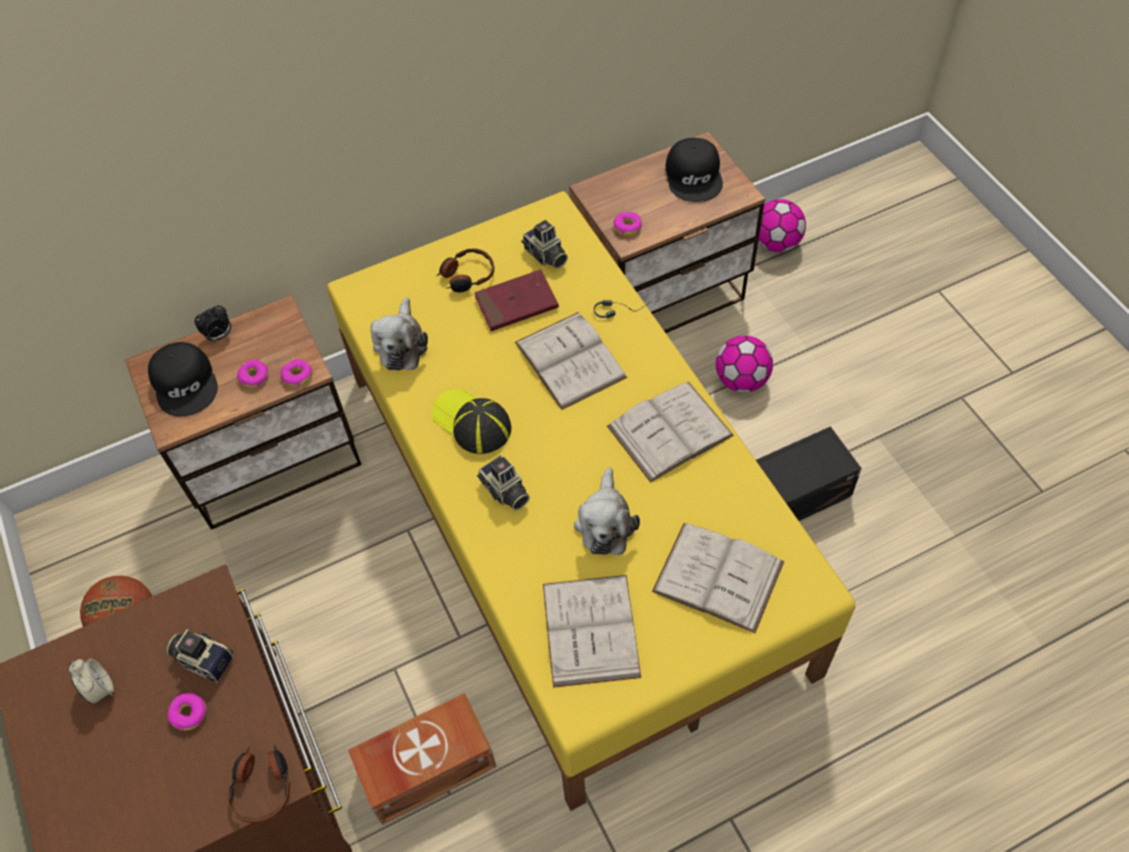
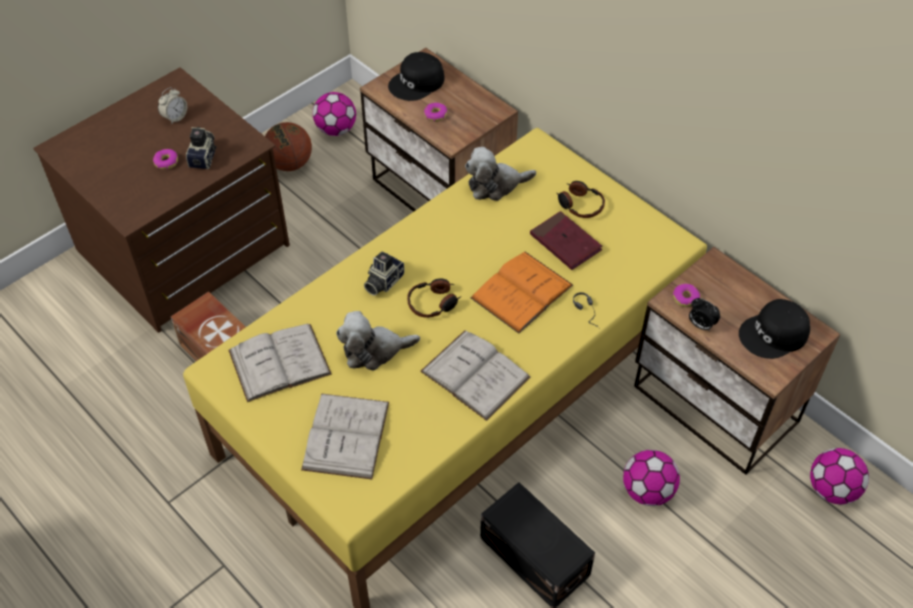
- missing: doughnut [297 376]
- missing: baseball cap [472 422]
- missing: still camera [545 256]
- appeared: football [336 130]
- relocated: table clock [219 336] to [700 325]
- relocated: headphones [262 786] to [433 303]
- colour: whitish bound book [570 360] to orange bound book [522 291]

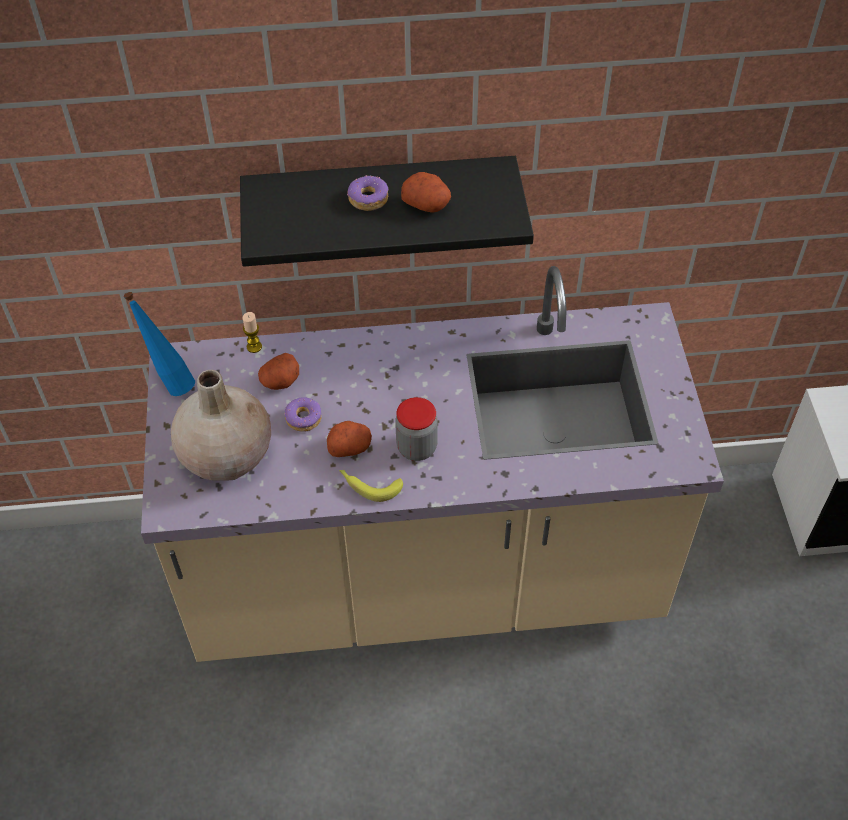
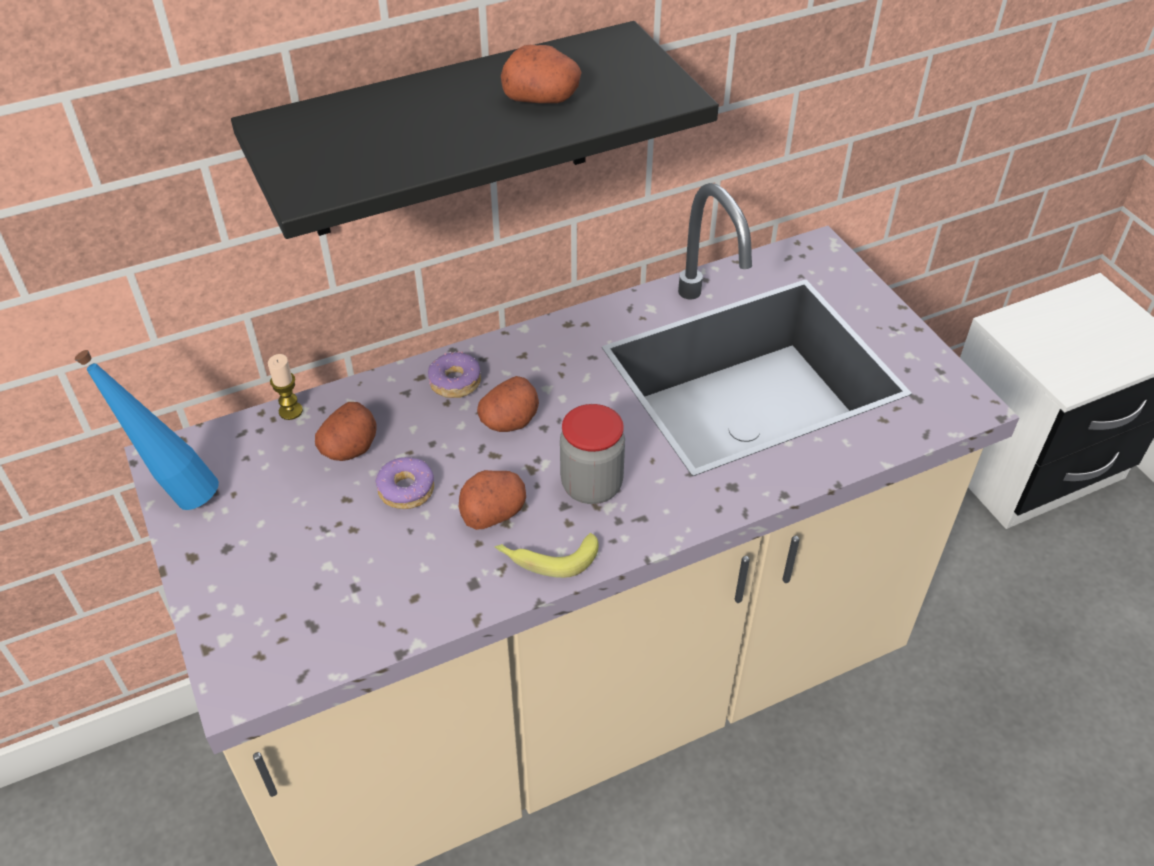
- missing: sand-coloured flower vase [226 454]
- appeared: whole potato [509 420]
- relocated: doughnut [368 199] to [454 382]

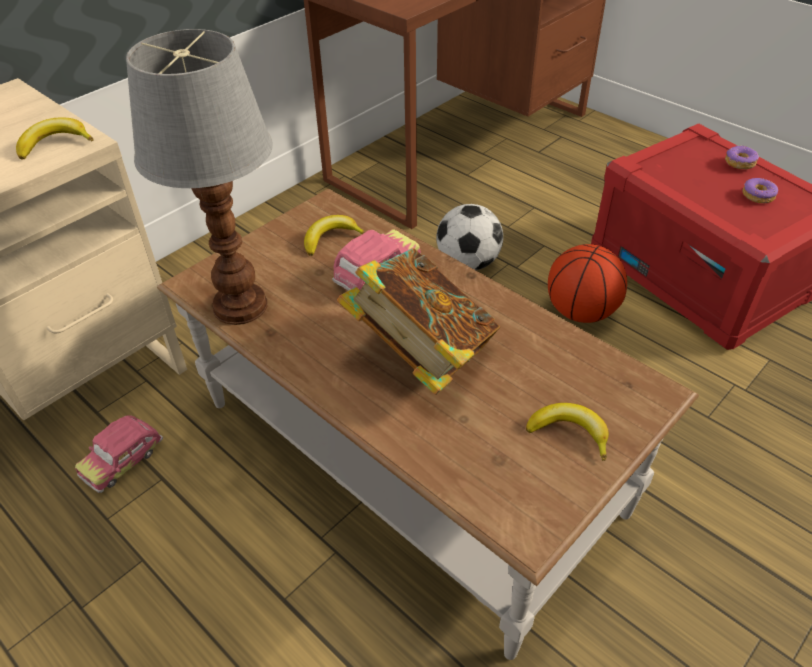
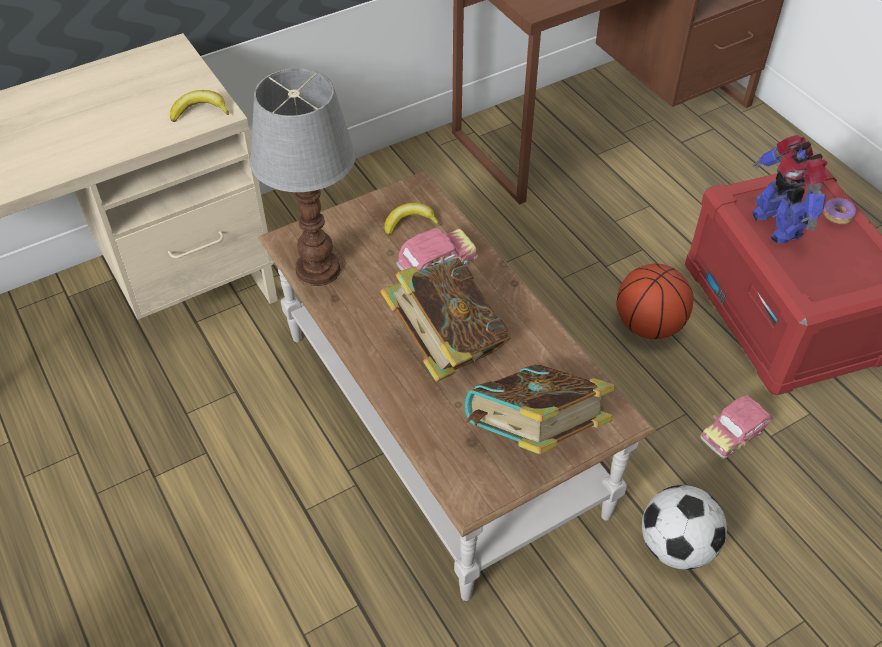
- missing: doughnut [758 196]
- appeared: model robot [777 224]
- relocated: miniature car [123 461] to [734 433]
- relocated: football [468 263] to [676 546]
- exchanged: whole banana [569 433] to bound book [534 435]

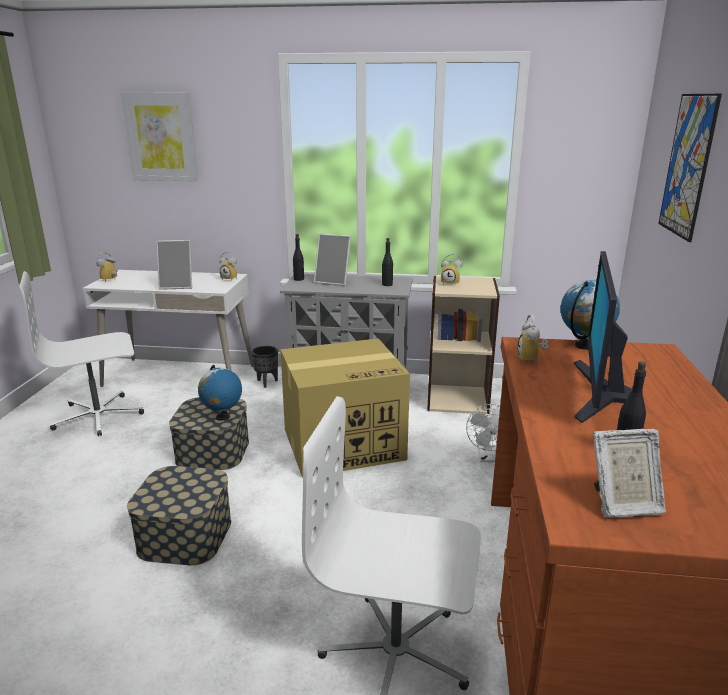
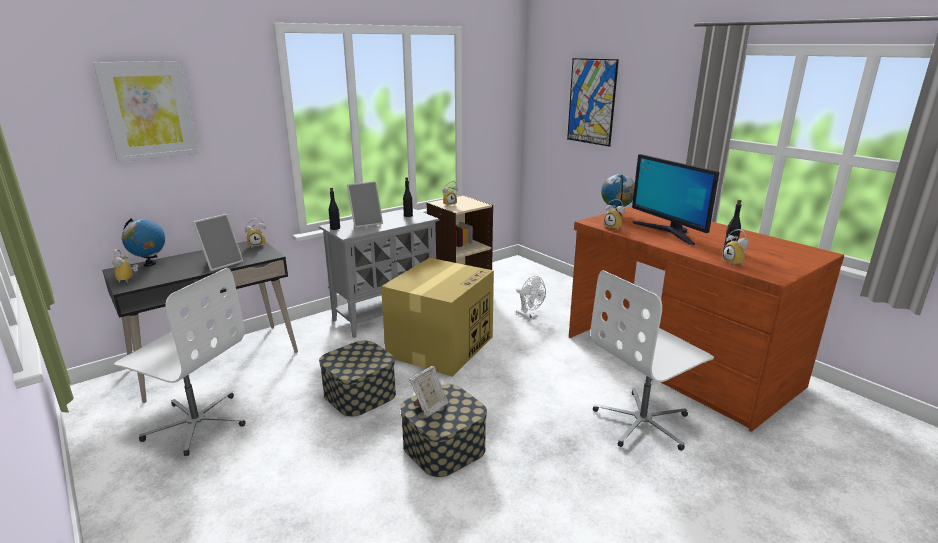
- missing: black flower pot [267 382]
- appeared: table clock [735 263]
- relocated: world globe [222 417] to [149 264]
- relocated: photo frame [622 505] to [429 407]
- colour: whitish desk table [180 376] to black desk table [216 360]
- spun: whitish desk chair [98 416] = [197 423] 90 degrees counterclockwise

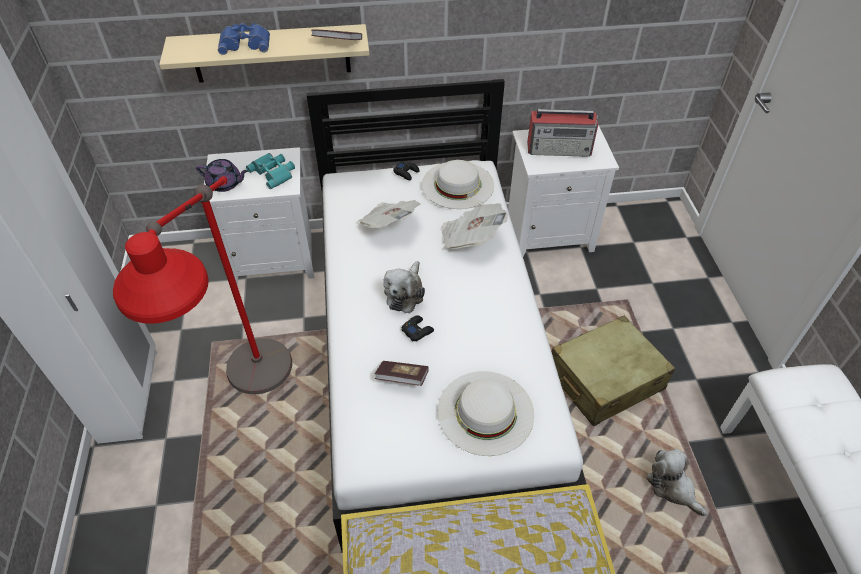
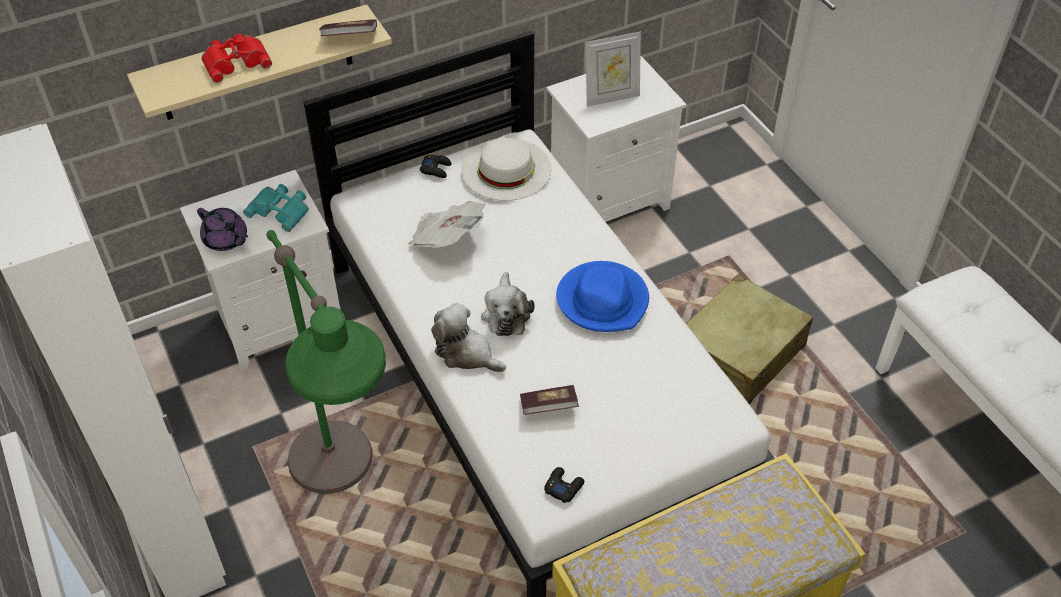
- missing: whitish hat [485 412]
- missing: printed paper [470 238]
- appeared: blue hat [603 300]
- relocated: black joypad [417 330] to [563 487]
- relocated: cuddly toy [672 487] to [466 353]
- exchanged: radio receiver [560 149] to photo frame [611 97]
- colour: red-coloured standard lamp [255 408] to green standard lamp [349 506]
- colour: blue pair of binoculars [245 43] to red-coloured pair of binoculars [236 61]
- spun: purple tea pot [225 184] = [226 240] 45 degrees clockwise

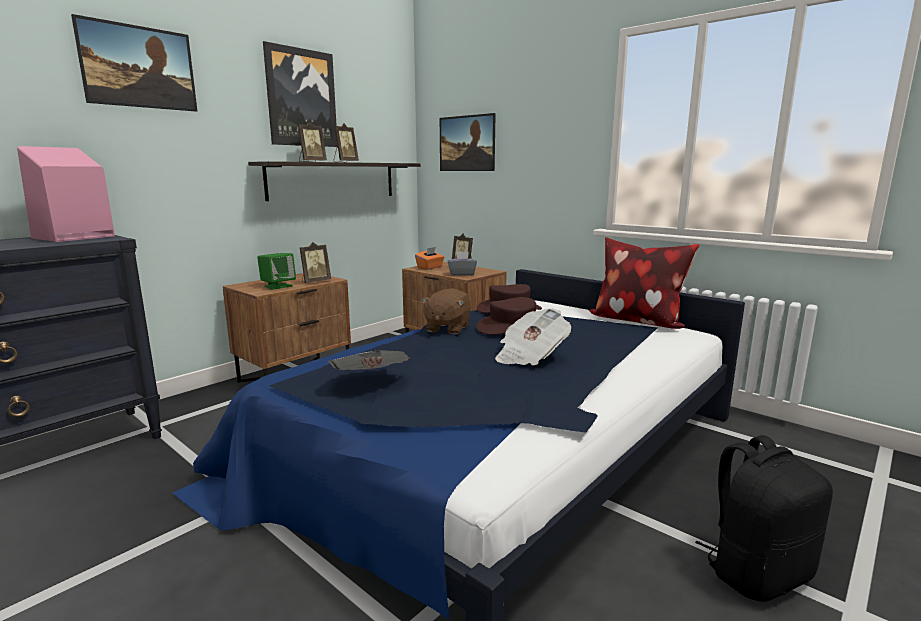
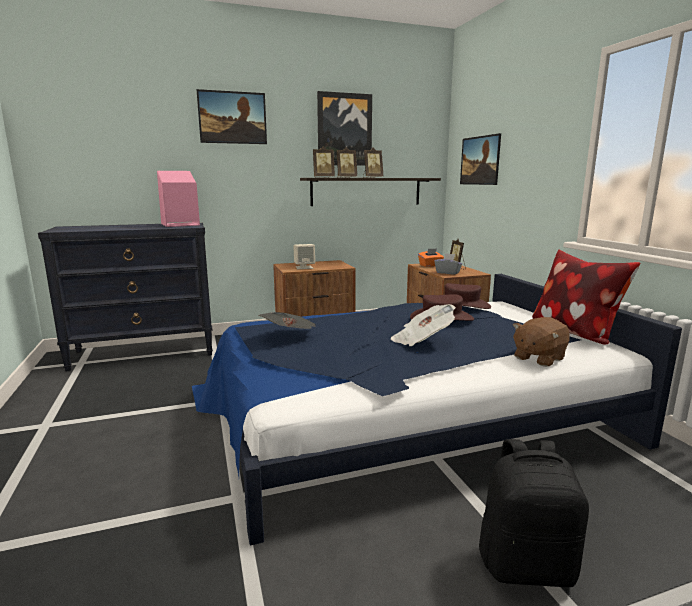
- relocated: photo frame [315 282] to [323 177]
- relocated: brownish cuddly toy [447 328] to [538 358]
- colour: green audio speaker [278 286] to sand-coloured audio speaker [304 267]

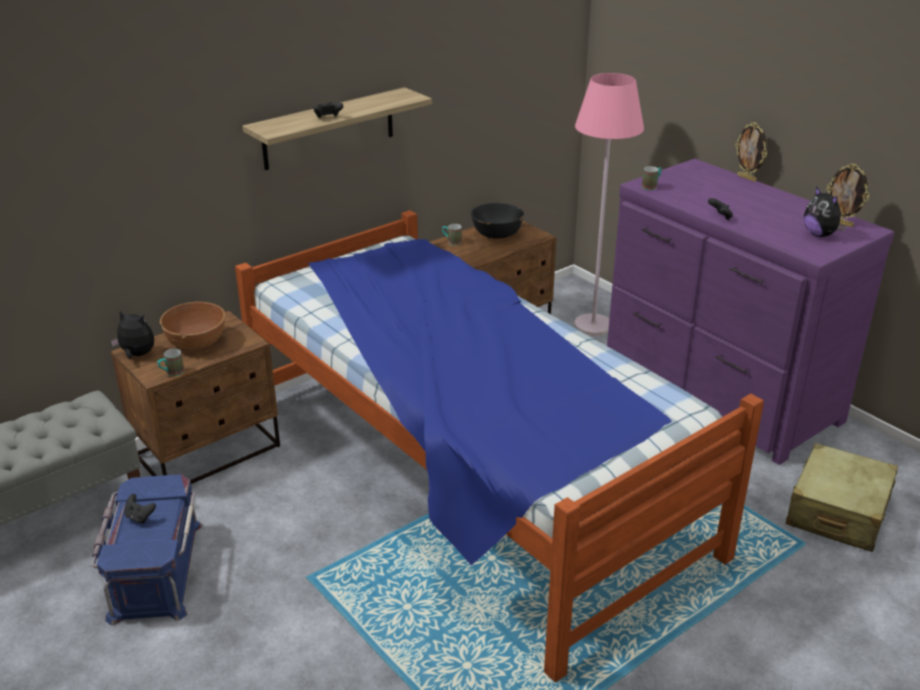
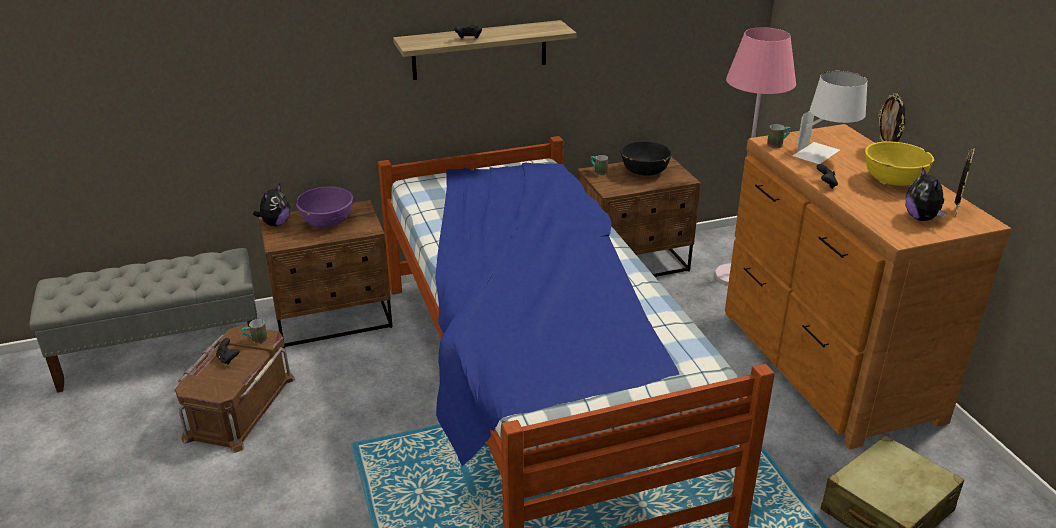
- appeared: whitish tabletop lamp [826 155]
- appeared: yellow-coloured deep dish [893 181]
- relocated: tea mug [171 373] to [256 340]
- colour: blue storage container [154 570] to brownish storage container [239 407]
- colour: brownish deep dish [196 342] to purple deep dish [327 222]
- colour: purple chest of drawers [718 393] to brownish chest of drawers [824 365]
- spun: cuddly toy [137 355] = [275 224] 75 degrees clockwise
- spun: photo frame [841 223] = [955 211] 120 degrees counterclockwise

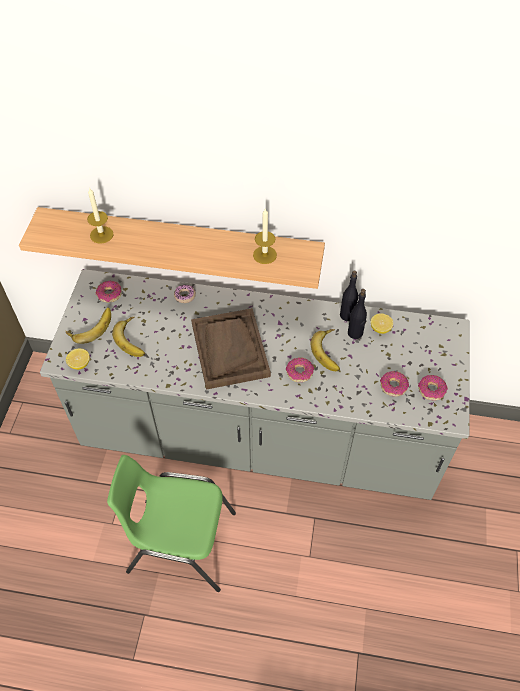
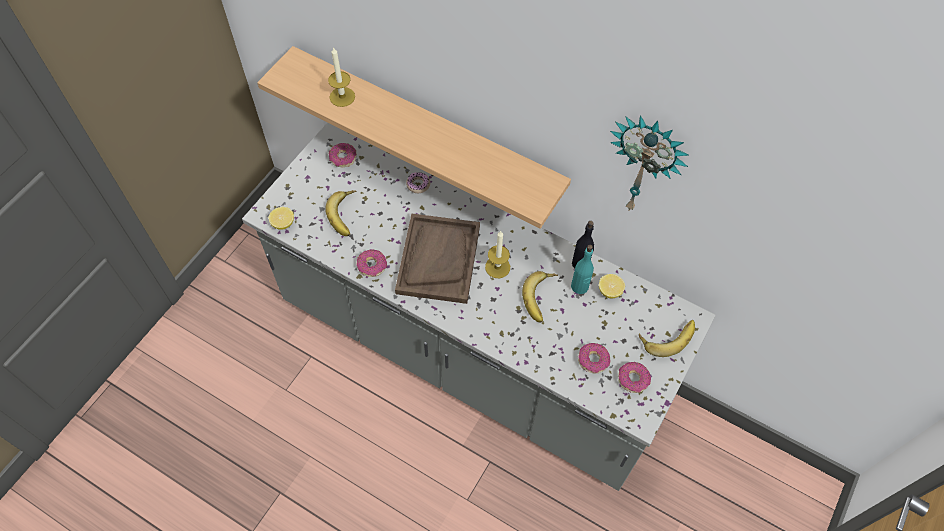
- missing: green upright chair [180 542]
- appeared: hanging clock [644 164]
- relocated: whole banana [91 326] to [667 336]
- relocated: wax candle [264 255] to [497 267]
- relocated: doughnut [299 372] to [372 266]
- colour: black beverage bottle [355 333] to turquoise-coloured beverage bottle [579 286]

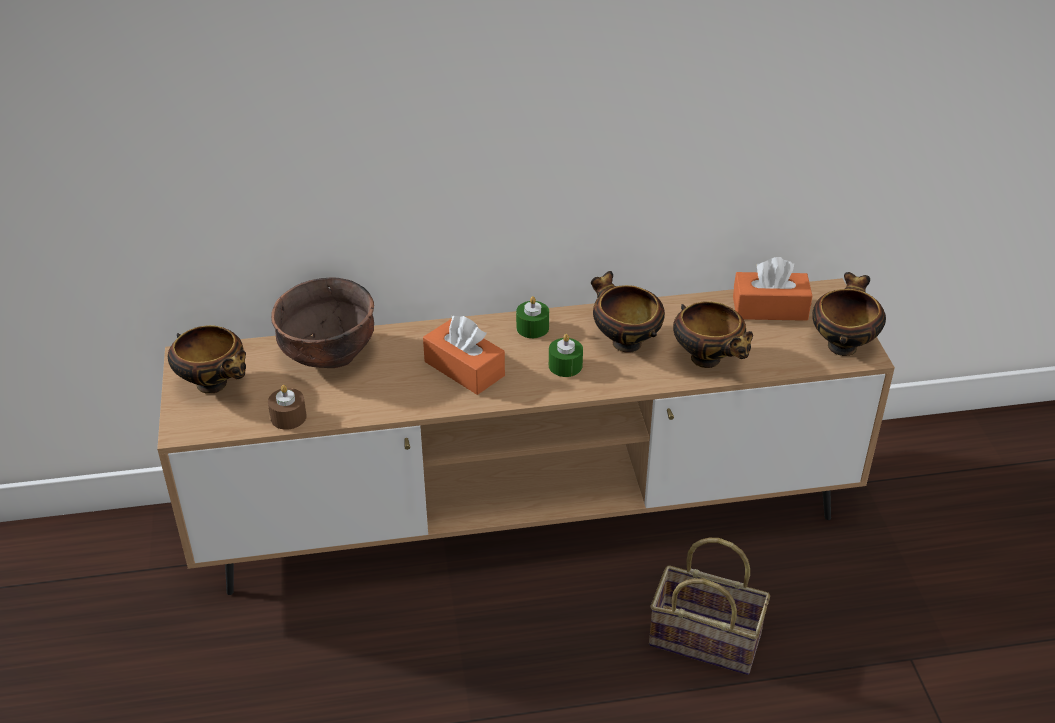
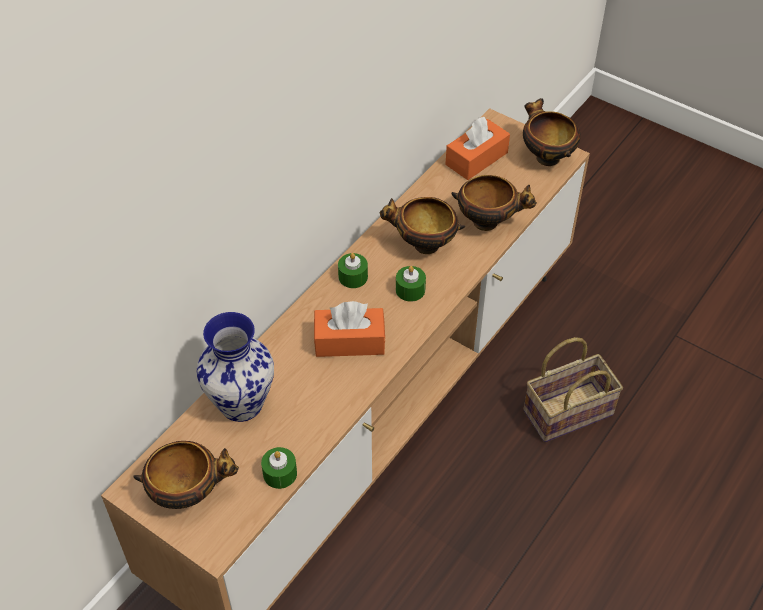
- exchanged: brownish deep dish [329 356] to flower vase [242 403]
- colour: brownish wax candle [288 417] to green wax candle [280 473]

